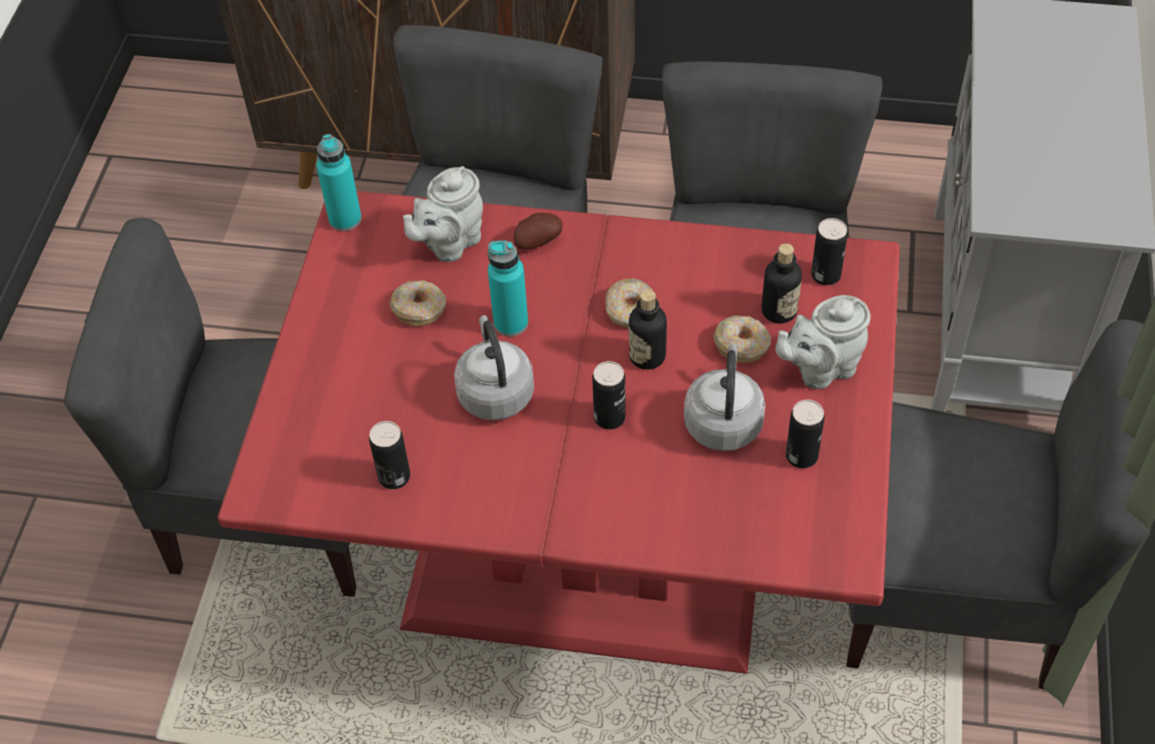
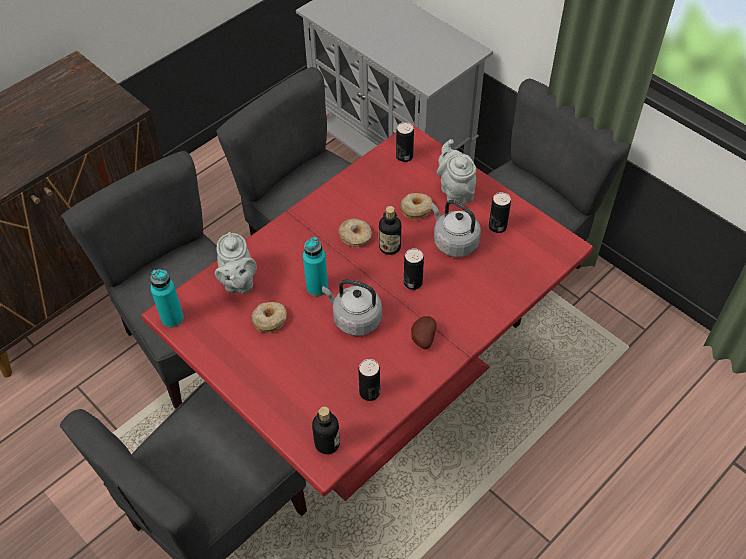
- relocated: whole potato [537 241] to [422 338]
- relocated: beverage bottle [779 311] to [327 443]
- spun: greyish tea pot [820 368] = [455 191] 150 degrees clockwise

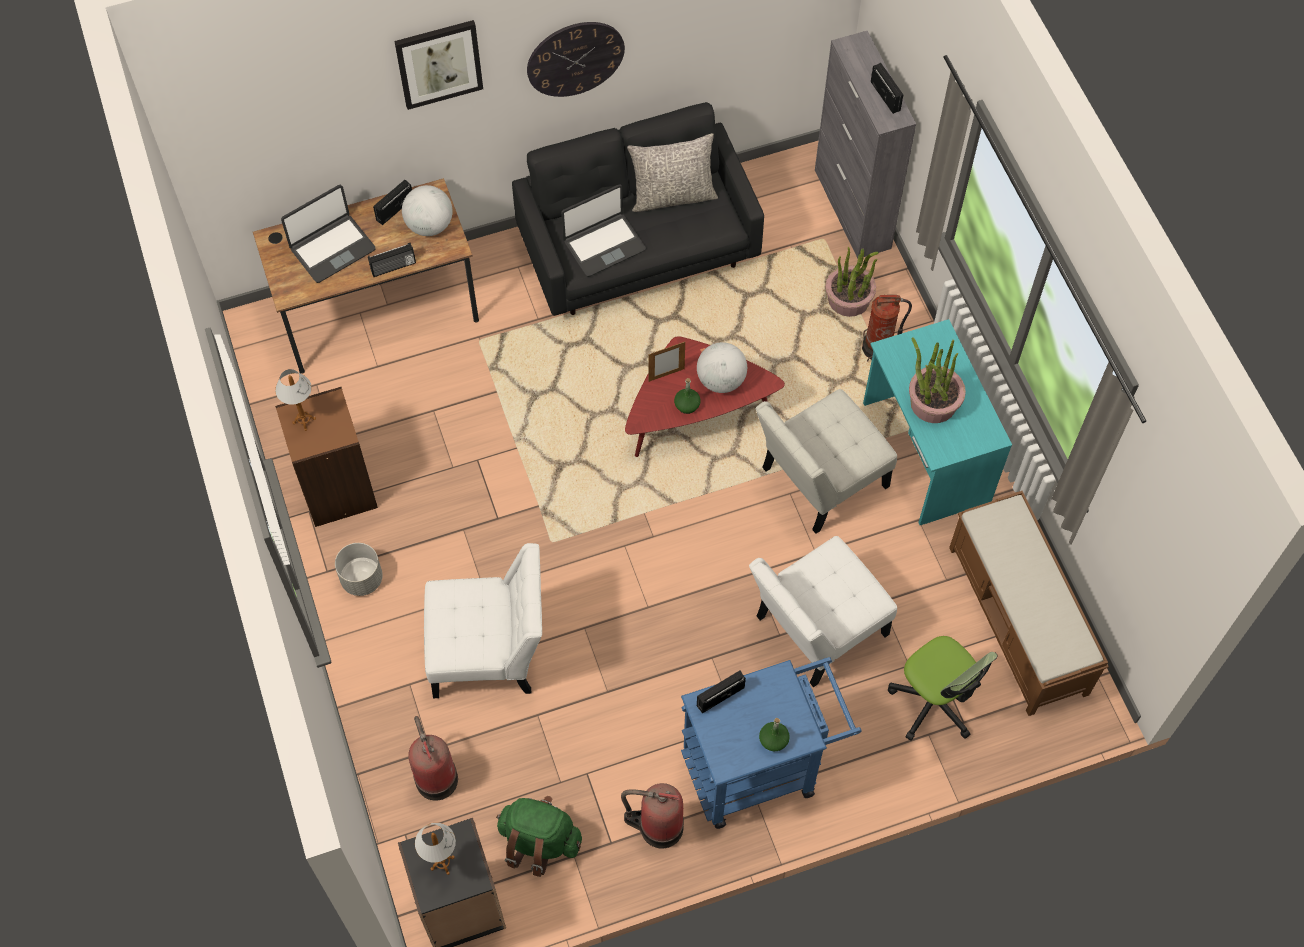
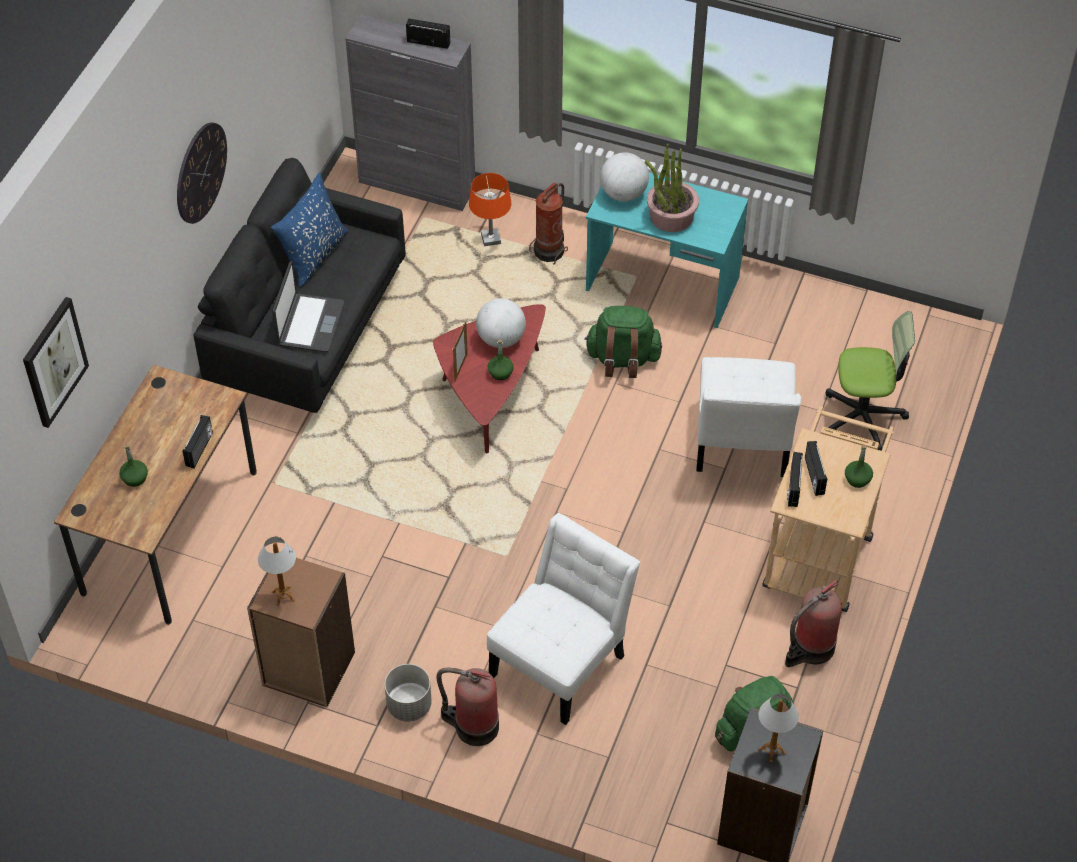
- missing: brownish long seat [1018 621]
- relocated: radio receiver [394 209] to [813 476]
- relocated: wall picture [439 63] to [54 362]
- relocated: world globe [429 225] to [623 194]
- relocated: extinguisher [435 776] to [473 726]
- exchanged: portable computer [332 248] to green beverage bottle [134 478]
- exchanged: whitish upright chair [819 481] to green knapsack [622 359]
- exchanged: plant in a pot [849 300] to orange tabletop lamp [491 239]
- colour: greyish pillow [673 196] to blue pillow [314 255]
- colour: blue cart [760 767] to sand-coloured cart [820 552]

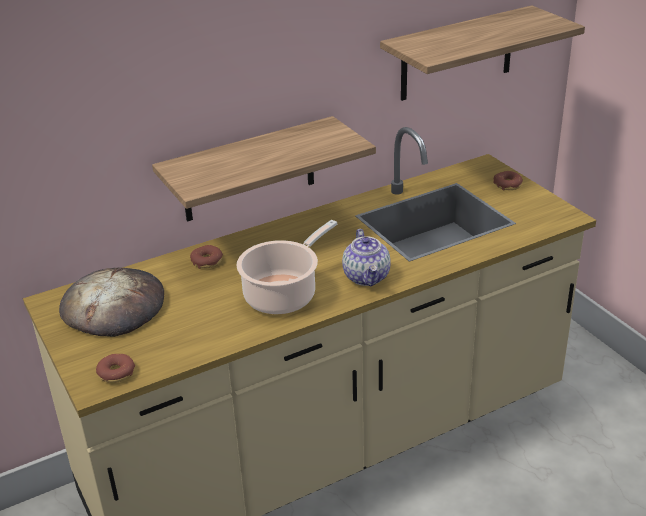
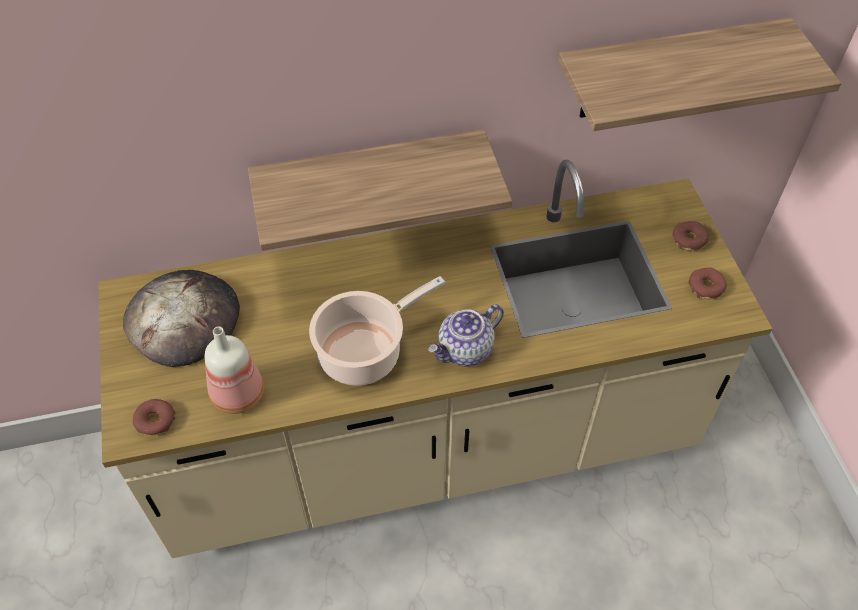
- appeared: beverage bottle [238 396]
- relocated: doughnut [207 261] to [706 287]
- spun: tea pot [367 277] = [465 350] 45 degrees clockwise

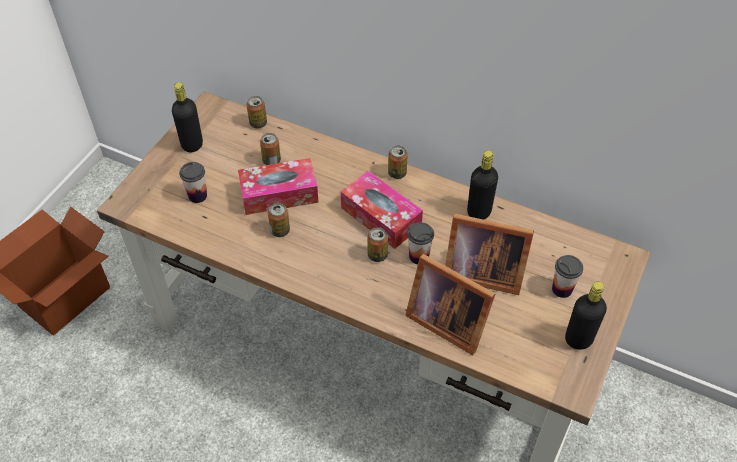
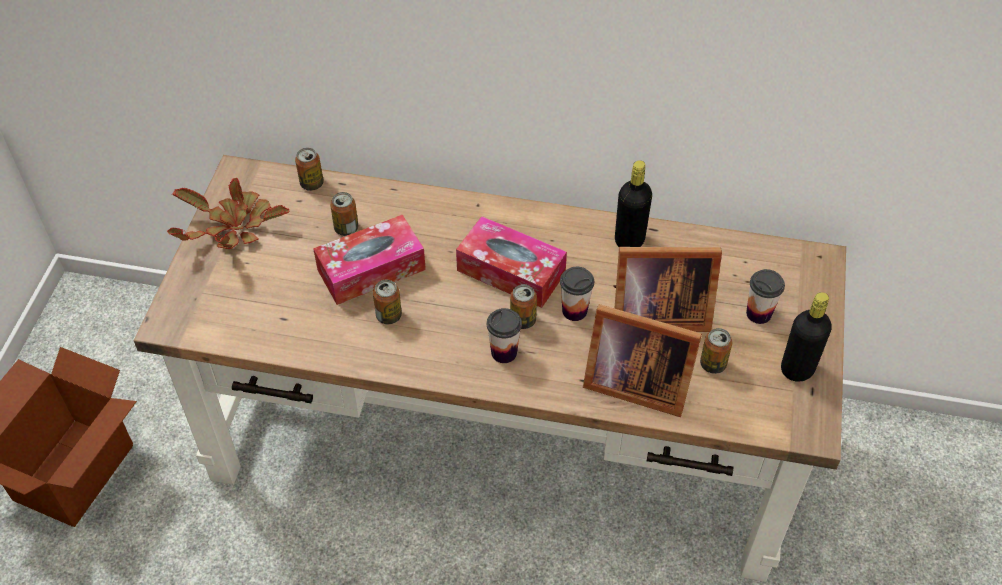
- relocated: small cup [197 196] to [504 352]
- relocated: metal can [397 173] to [713 364]
- exchanged: black beverage bottle [192 144] to plant in a pot [233 228]

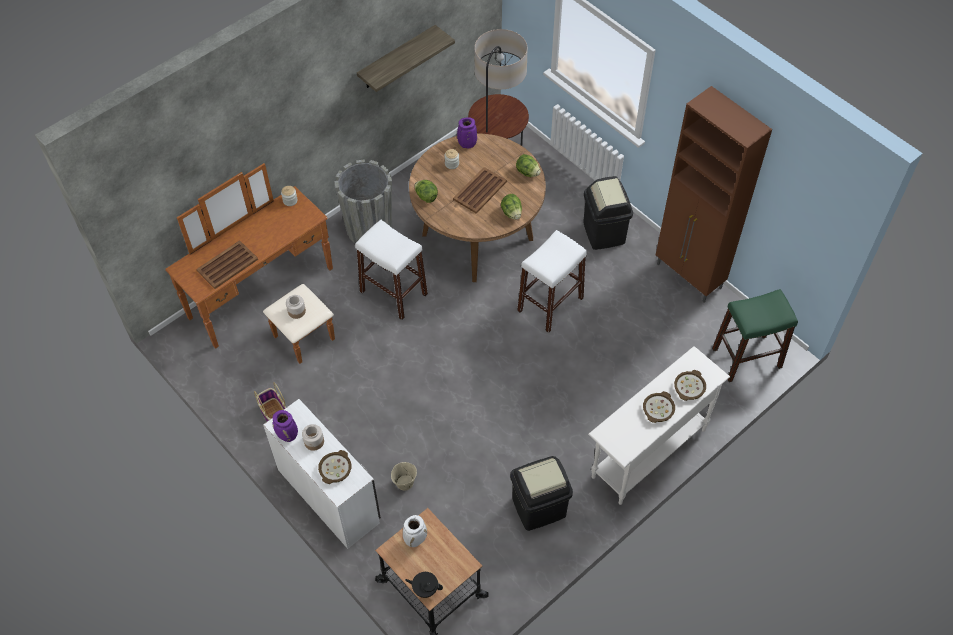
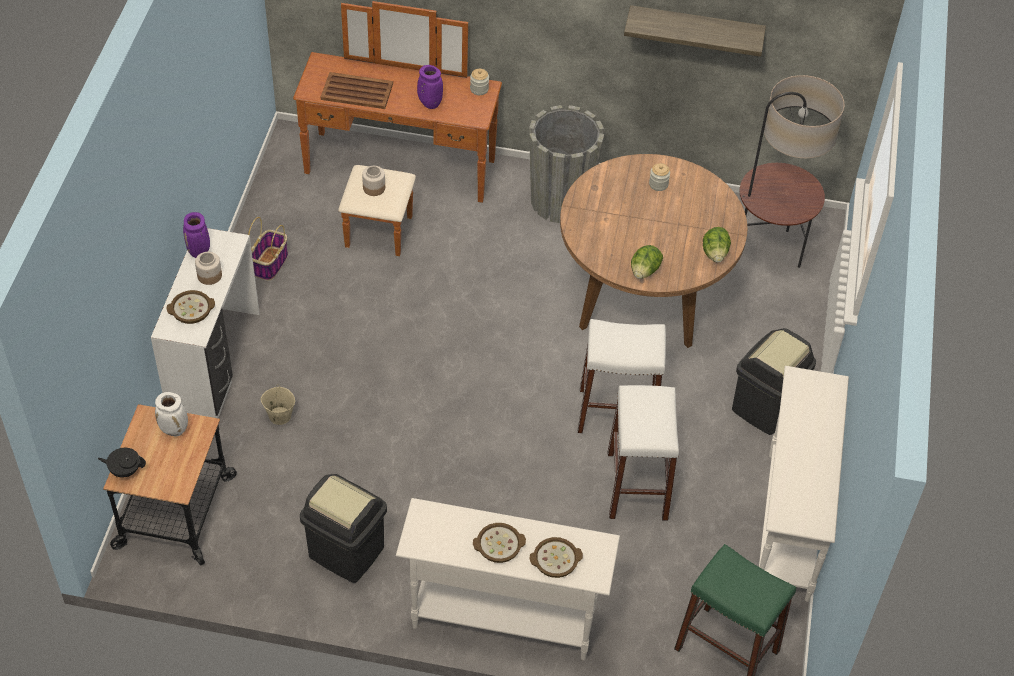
- missing: lettuce head [426 196]
- missing: brownish tray [480 190]
- relocated: whitish stool [393 292] to [637 485]
- relocated: purple flower vase [467 145] to [429 103]
- exchanged: brownish storage cabinet [689 277] to whitish console table [787 526]
- spun: black tea pot [425 588] = [125 470] 60 degrees counterclockwise

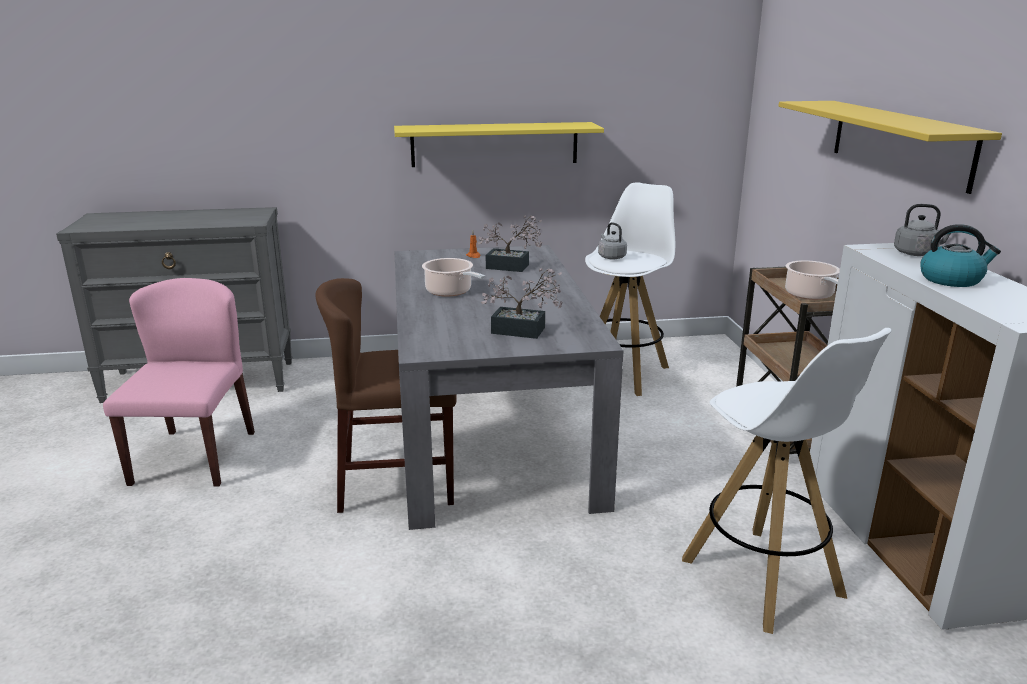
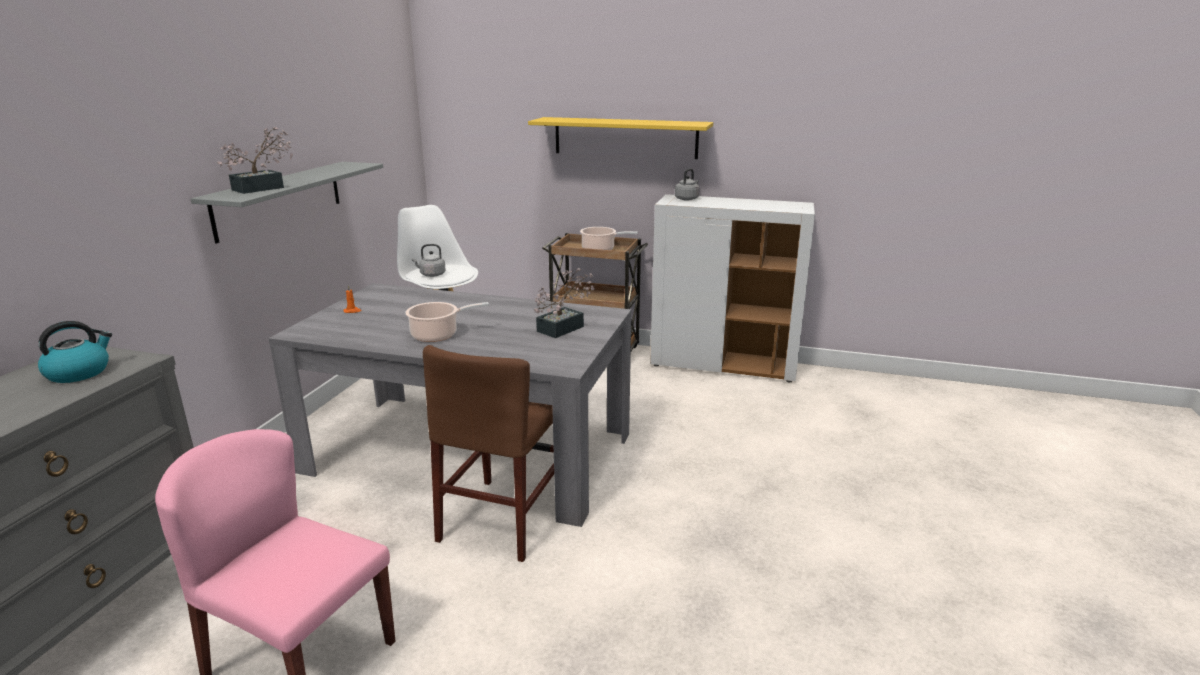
- missing: whitish stool [763 578]
- relocated: plant in a pot [512 267] to [264 188]
- relocated: kettle [951 280] to [79 372]
- colour: yellow-coloured bracket shelf [494 144] to greyish bracket shelf [279 199]

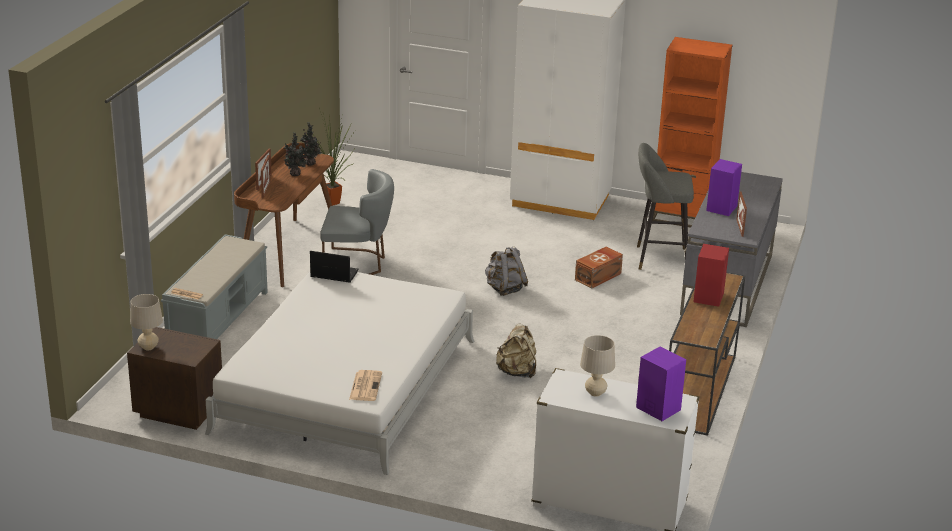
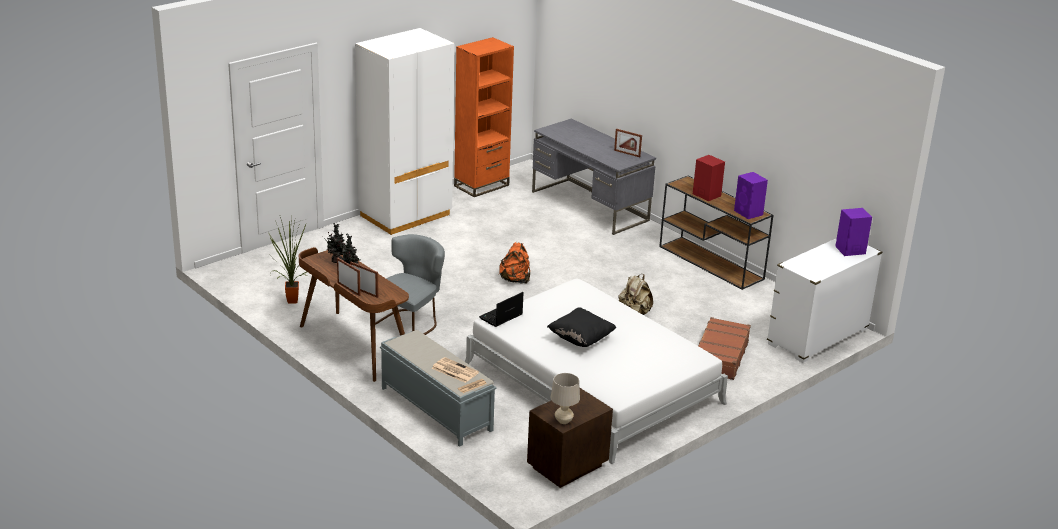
- missing: brownish storage container [599 277]
- missing: sand-coloured tabletop lamp [595 393]
- missing: greyish stool [658 258]
- appeared: black pillow [581 339]
- appeared: brownish travel case [720 356]
- relocated: printed paper [365 386] to [454 370]
- relocated: purple audio speaker [721 208] to [749 213]
- colour: greyish knapsack [505 289] to orange knapsack [515 280]

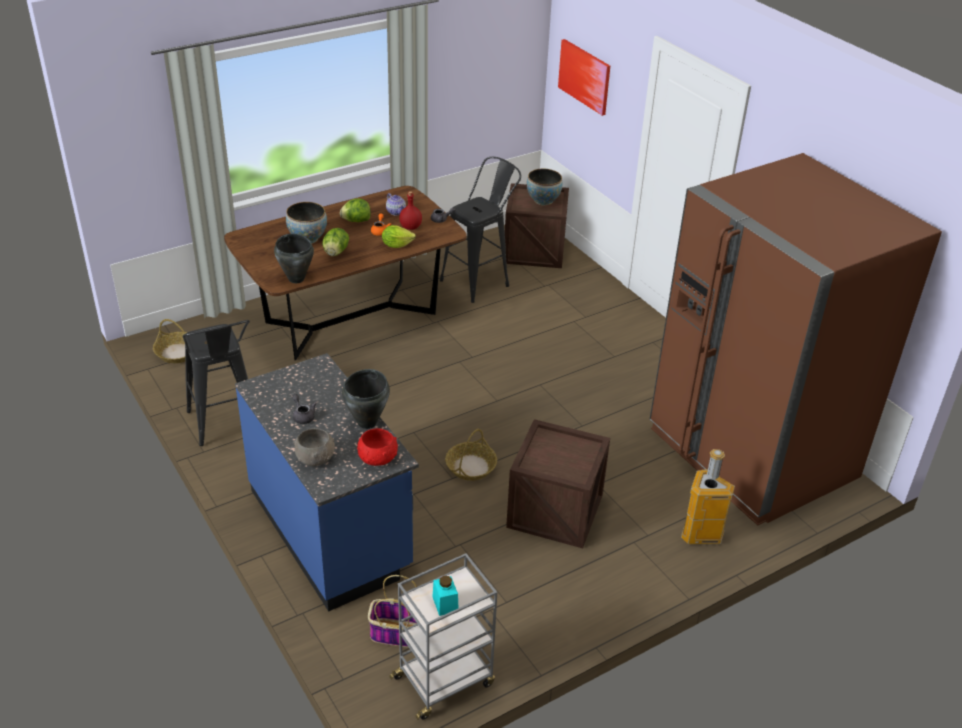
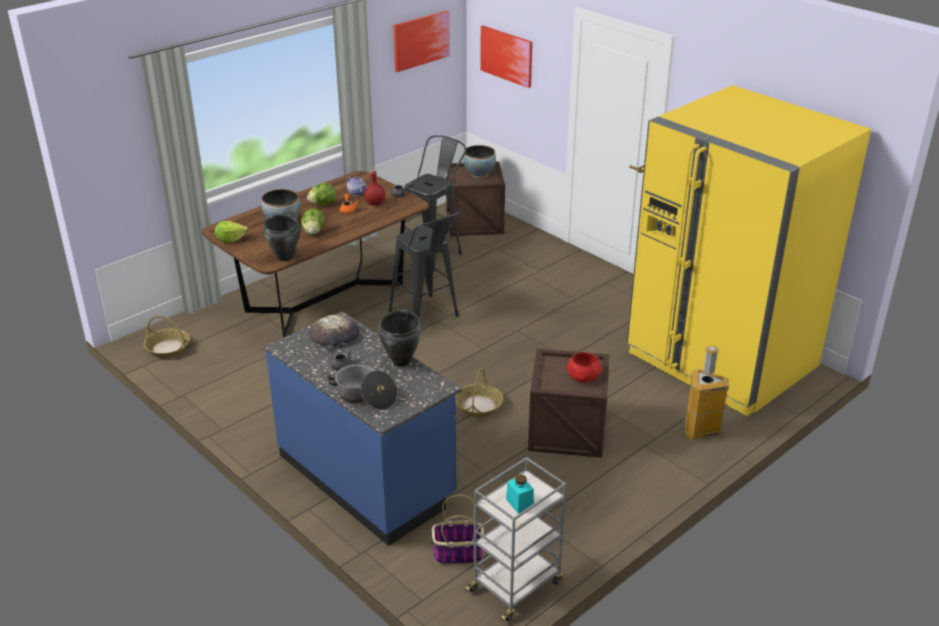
- appeared: bread [334 334]
- appeared: wall picture [421 40]
- relocated: black stool [225 426] to [427 317]
- relocated: red-coloured deep dish [378 459] to [584 377]
- relocated: lettuce head [396 245] to [230 240]
- exchanged: greyish deep dish [315 458] to saucepot [365 396]
- colour: brownish kitchen fridge [752 453] to yellow-coloured kitchen fridge [721 360]

